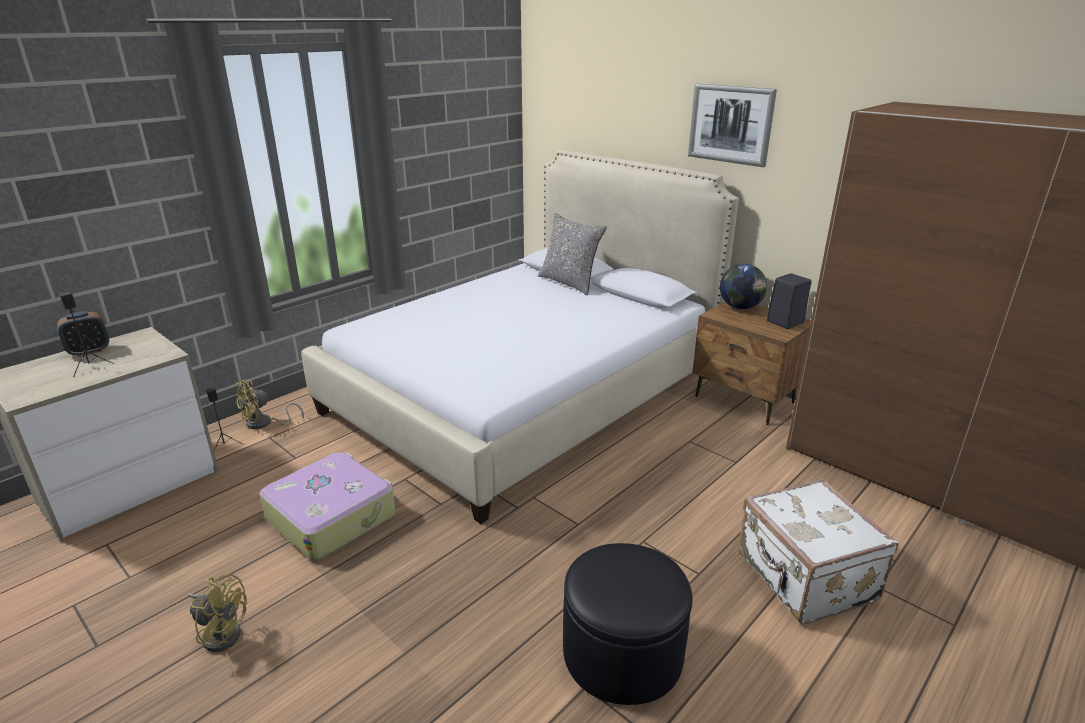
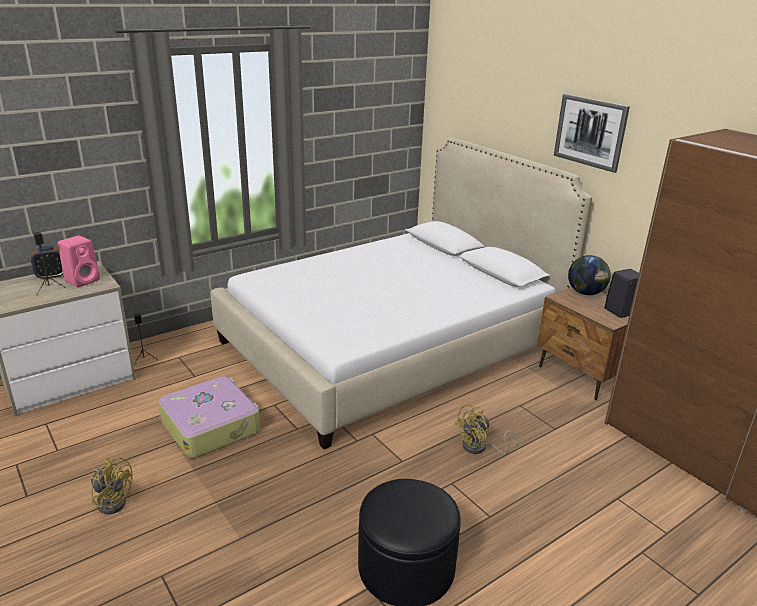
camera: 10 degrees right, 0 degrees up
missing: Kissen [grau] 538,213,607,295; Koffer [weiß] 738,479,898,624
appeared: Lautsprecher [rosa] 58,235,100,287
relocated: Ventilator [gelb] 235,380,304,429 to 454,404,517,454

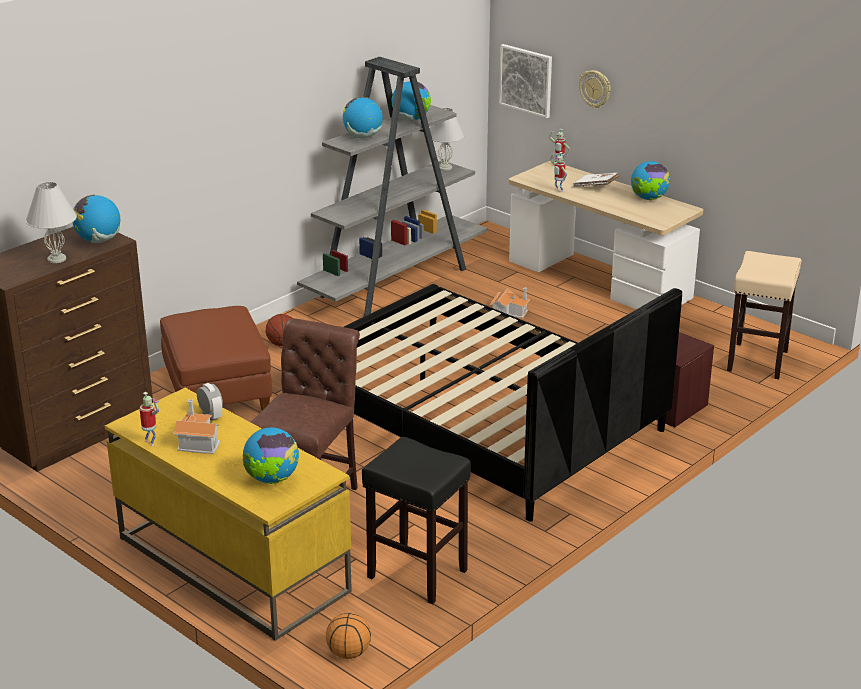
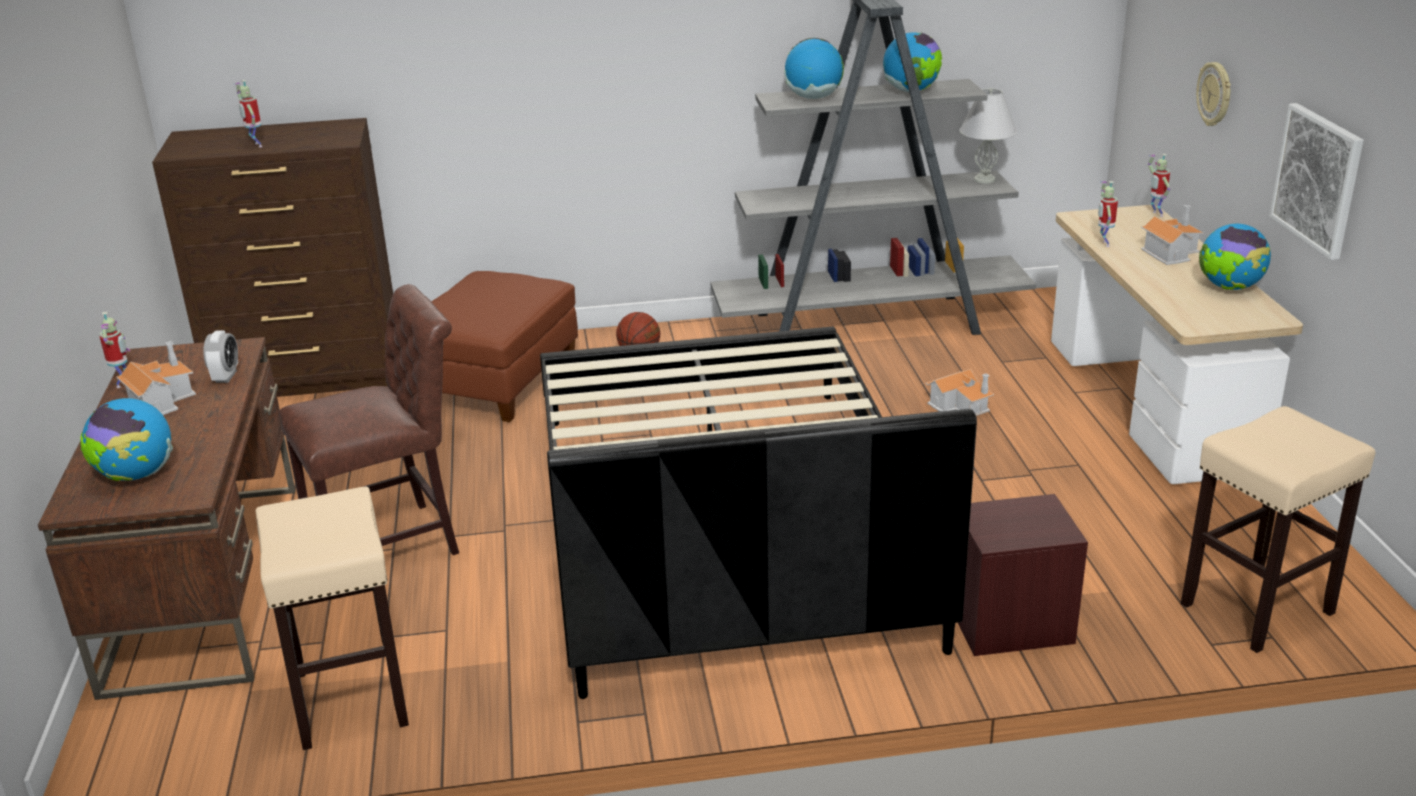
camera: 40 degrees right, 0 degrees up
missing: Globus 73,195,120,243; Basketball 326,613,371,659
relocated: Bild 499,44,552,118 to 1269,103,1363,260
exchanged: Tischlampe [weiß] 26,182,77,263 to Spielzeugroboter 235,80,262,147; Buch [weiß] 573,173,619,187 to Spielzeughaus 1141,205,1204,265
colour: Schreibtisch [gelb] 105,388,352,641 to Schreibtisch [braun] 38,337,295,700; Hocker [schwarz] 362,437,471,605 to Hocker [beige] 256,487,409,750

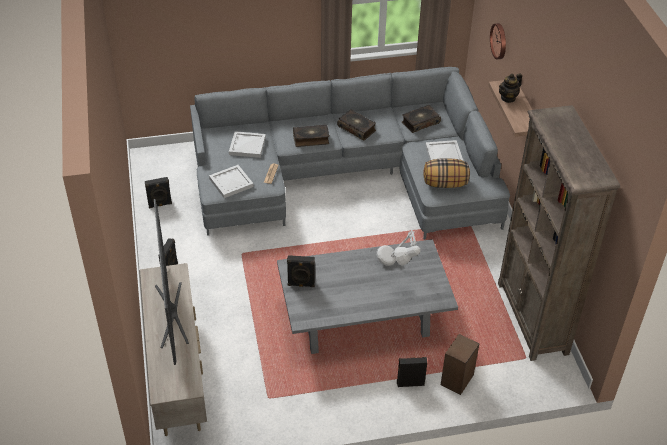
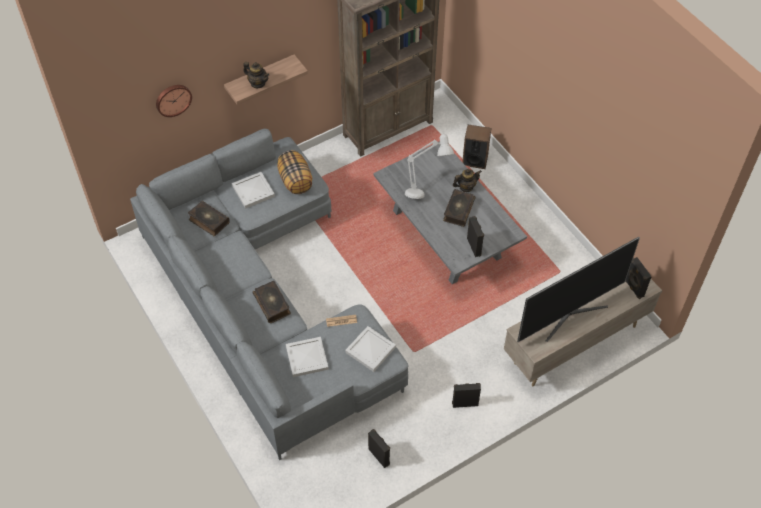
camera: 110 degrees left, 10 degrees up
appeared: Teekanne 453,169,482,192
relocated: Buch 337,110,376,140 to 443,189,476,227; Lautsprecher [schwarz] 397,357,427,387 to 626,257,652,299

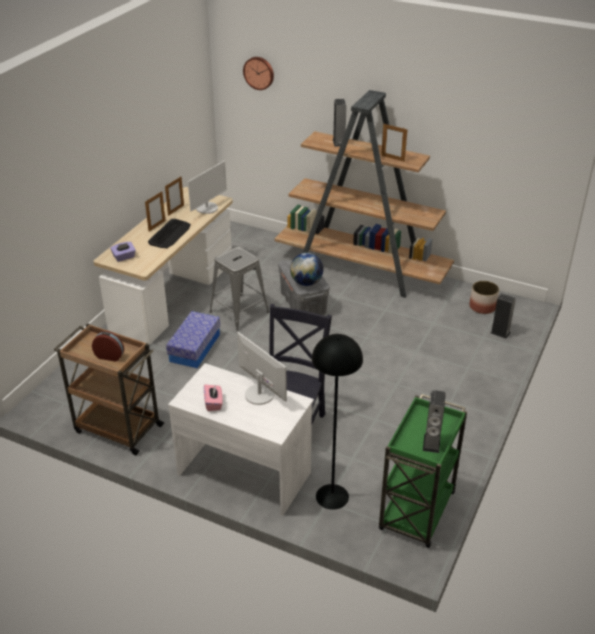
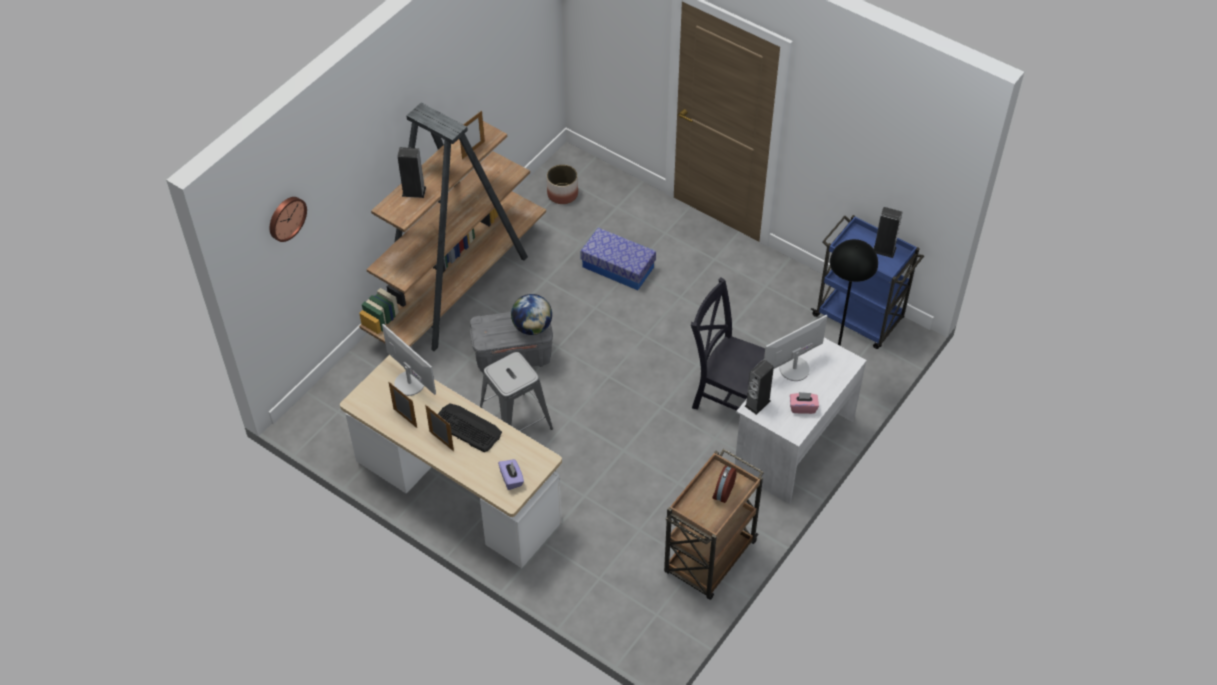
camera: 80 degrees left, 15 degrees up
relocated: Aufbewahrungsbox 166,311,220,368 to 580,228,656,290; Lautsprecher 491,293,516,339 to 745,359,774,415
colour: Rollwagen [grün] 379,394,467,548 to Rollwagen [blau] 811,215,924,349

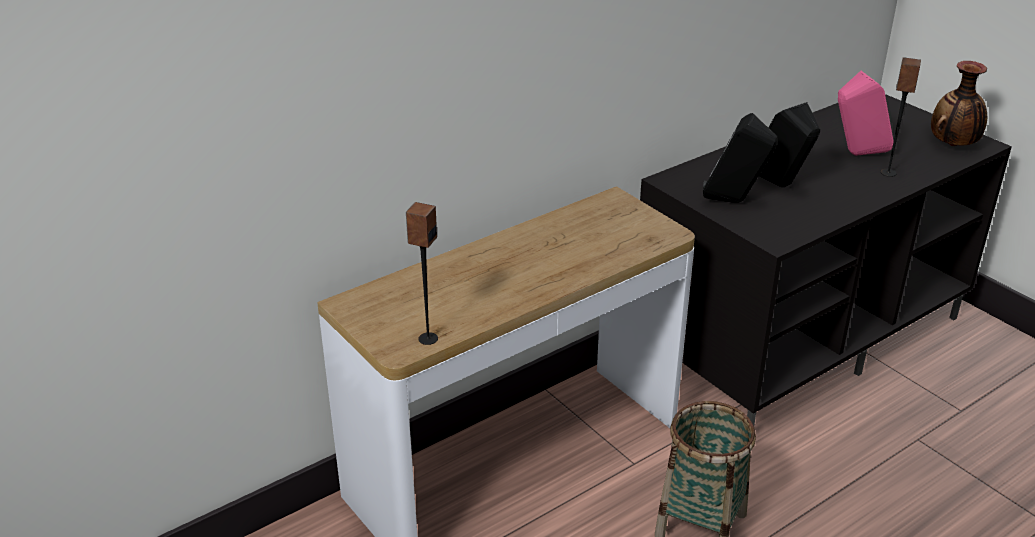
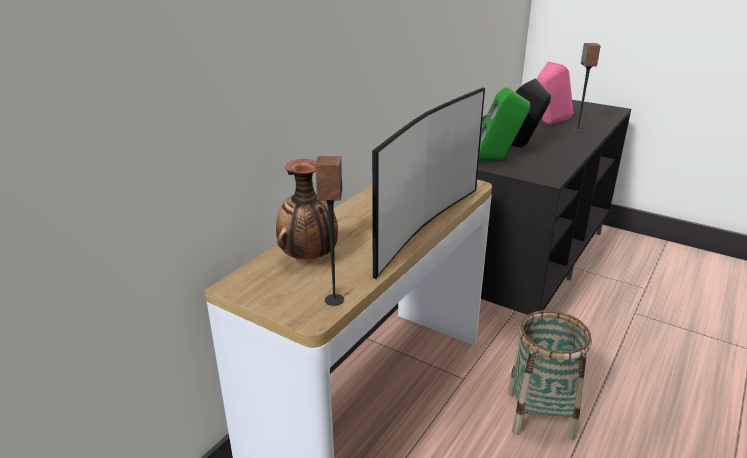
camera: 20 degrees left, 5 degrees down
appeared: Fernseher 372,88,485,279
relocated: Vase 931,61,987,146 to 276,159,338,259
colour: Lautsprecher [schwarz] 703,113,777,203 to Lautsprecher [grün] 479,87,530,161

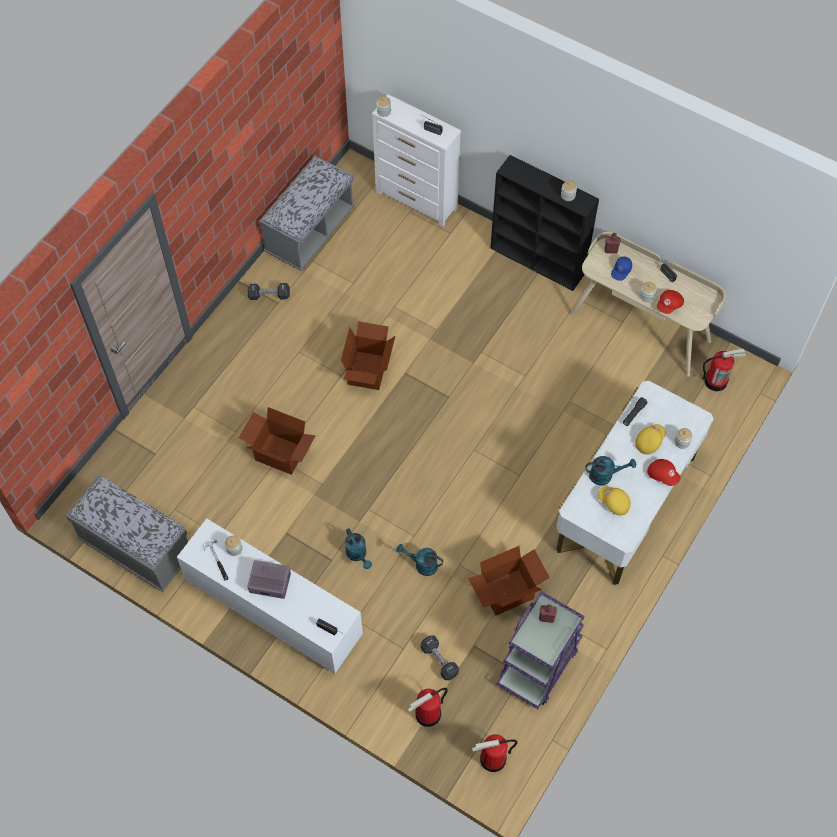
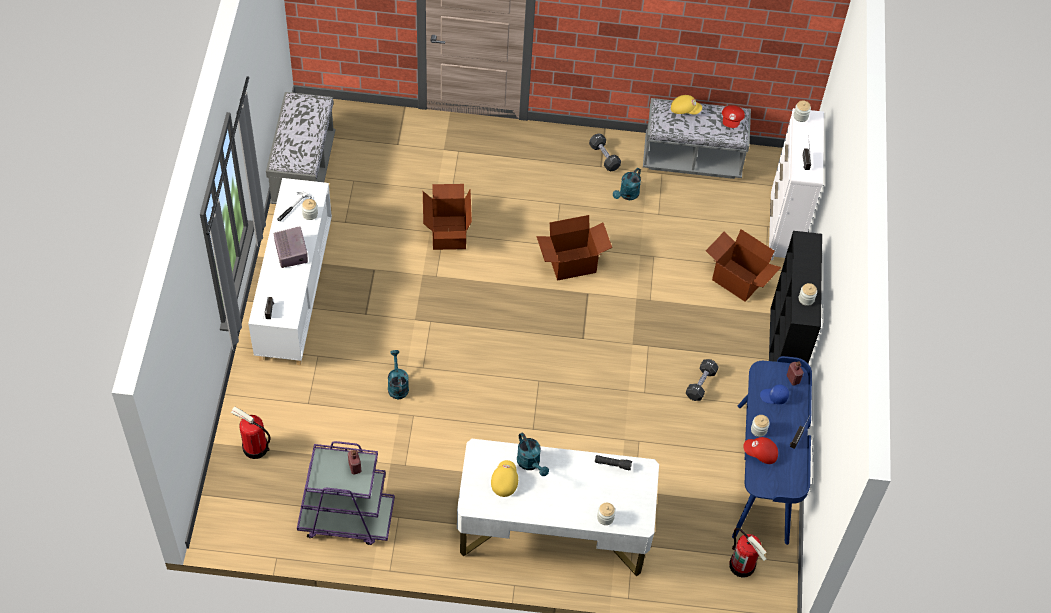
camera: 60 degrees right, 5 degrees down
missing: Feuerlöscher 472,734,518,772
relocated: Gießkanne [türkis] 345,528,372,569 to 613,168,641,200; Hantel [schwarz] 421,636,459,680 to 686,359,719,401; Karton 468,546,550,615 to 706,229,781,301; Kappe [gelb] 635,424,666,455 to 671,95,702,115; Kappe [rot] 647,459,680,486 to 722,106,745,128
colour: Schreibtisch [beige] 570,232,726,377 to Schreibtisch [blau] 732,356,812,545

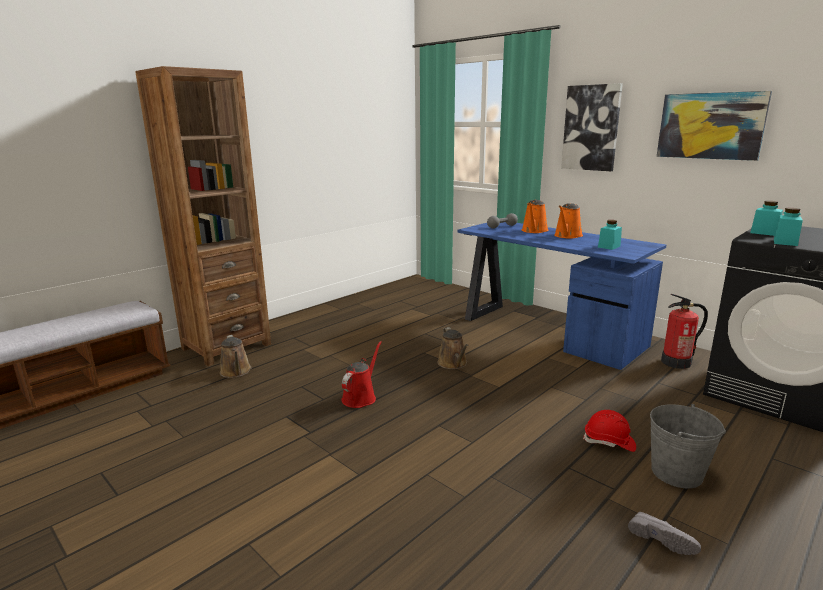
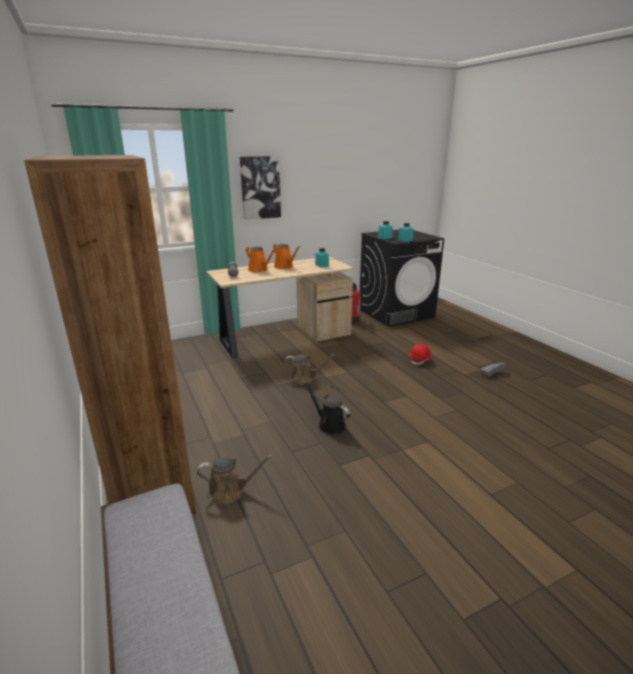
camera: 70 degrees left, 5 degrees up
missing: Eimer [grau] 650,404,726,488; Bild 657,91,772,161
colour: Gießkanne [rot] 341,341,382,408 to Gießkanne [schwarz] 305,382,350,434; Schreibtisch [blau] 458,222,666,370 to Schreibtisch [beige] 206,257,354,357

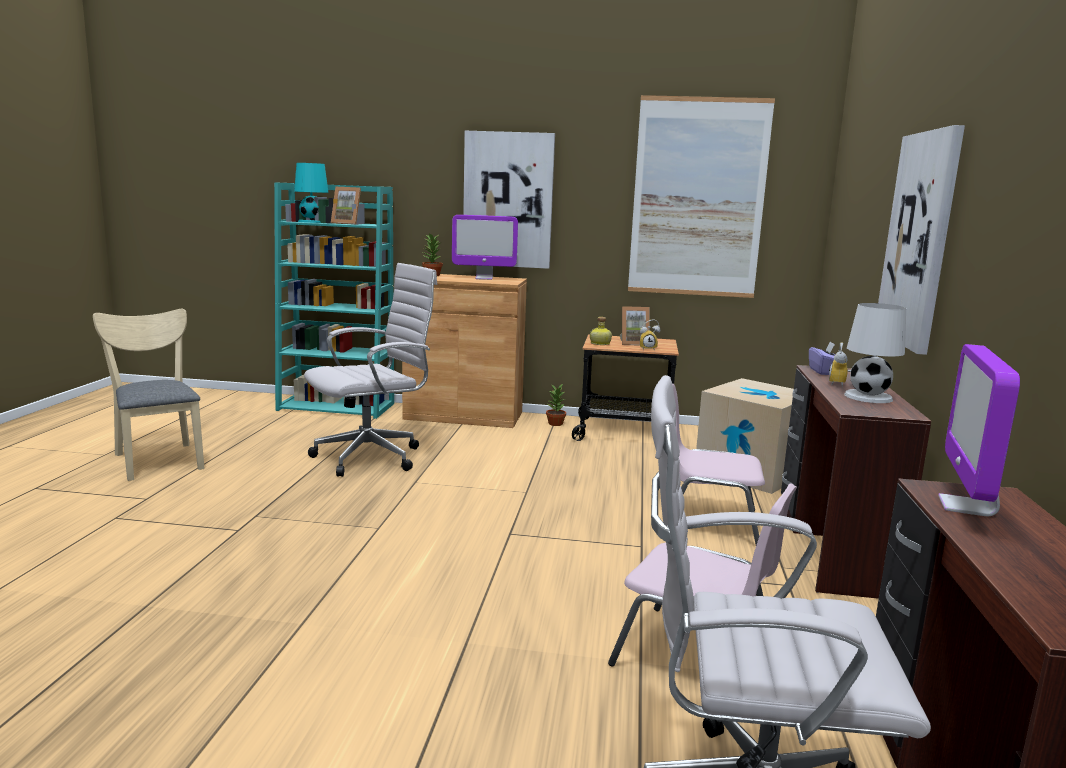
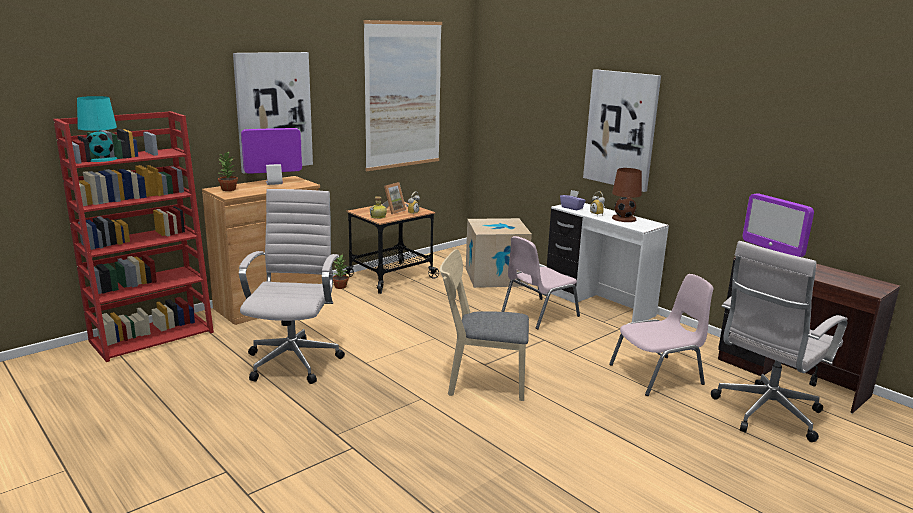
camera: 50 degrees left, 5 degrees up
missing: Bilderrahmen 331,187,361,225
relocated: Stuhl [beige] 93,309,205,481 to 440,249,529,401
colour: Bücherregal [türkis] 274,182,394,419 to Bücherregal [rot] 53,111,214,362; Schreibtisch [braun] 781,365,931,599 to Schreibtisch [weiß] 547,203,669,322; Tischlampe [weiß] 844,303,906,403 to Tischlampe [braun] 612,168,642,222
spun: Monitor 452,215,518,280 = 241,128,302,185 150 degrees counterclockwise

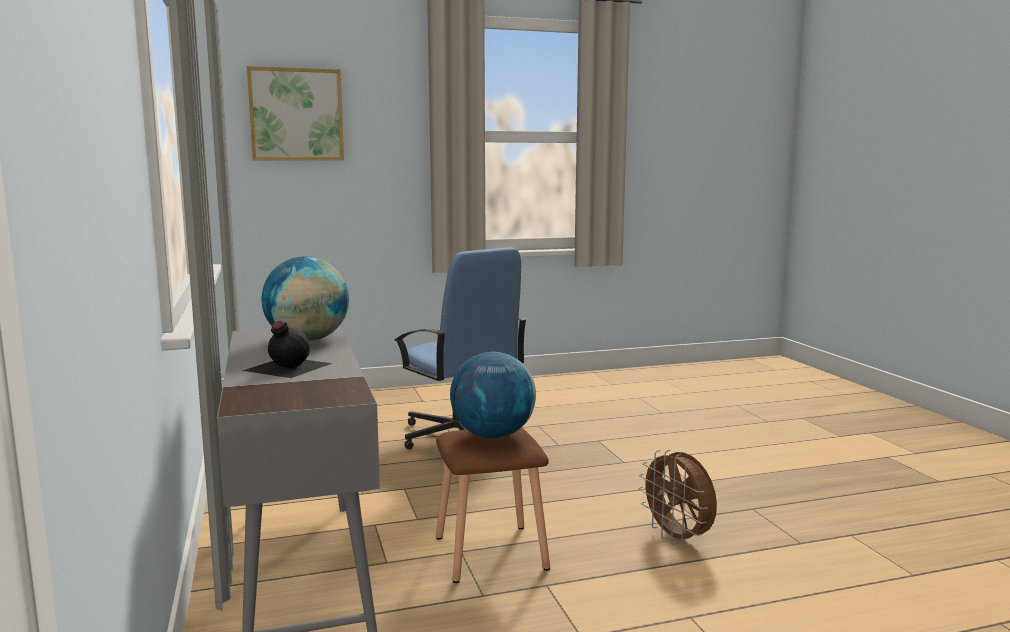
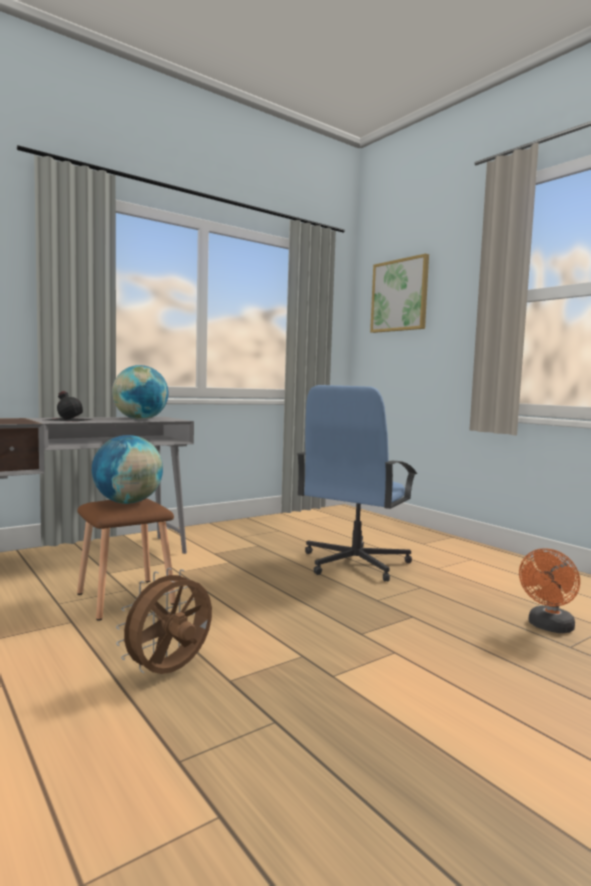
camera: 70 degrees right, 5 degrees down
appeared: Ventilator [orange] 519,548,580,633

